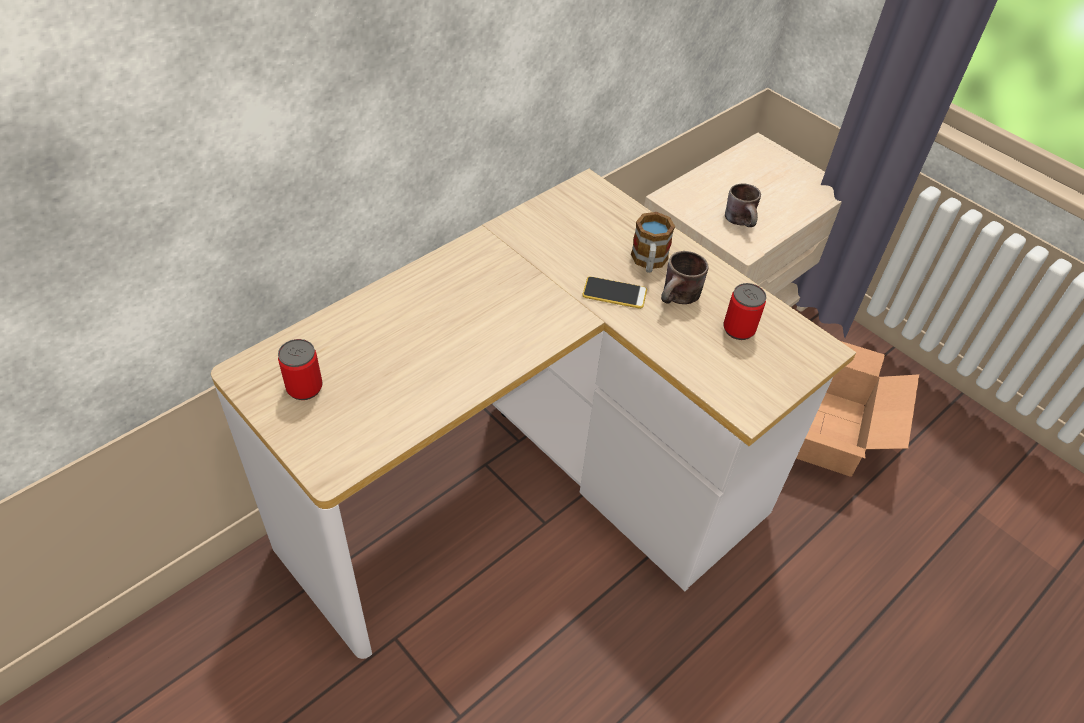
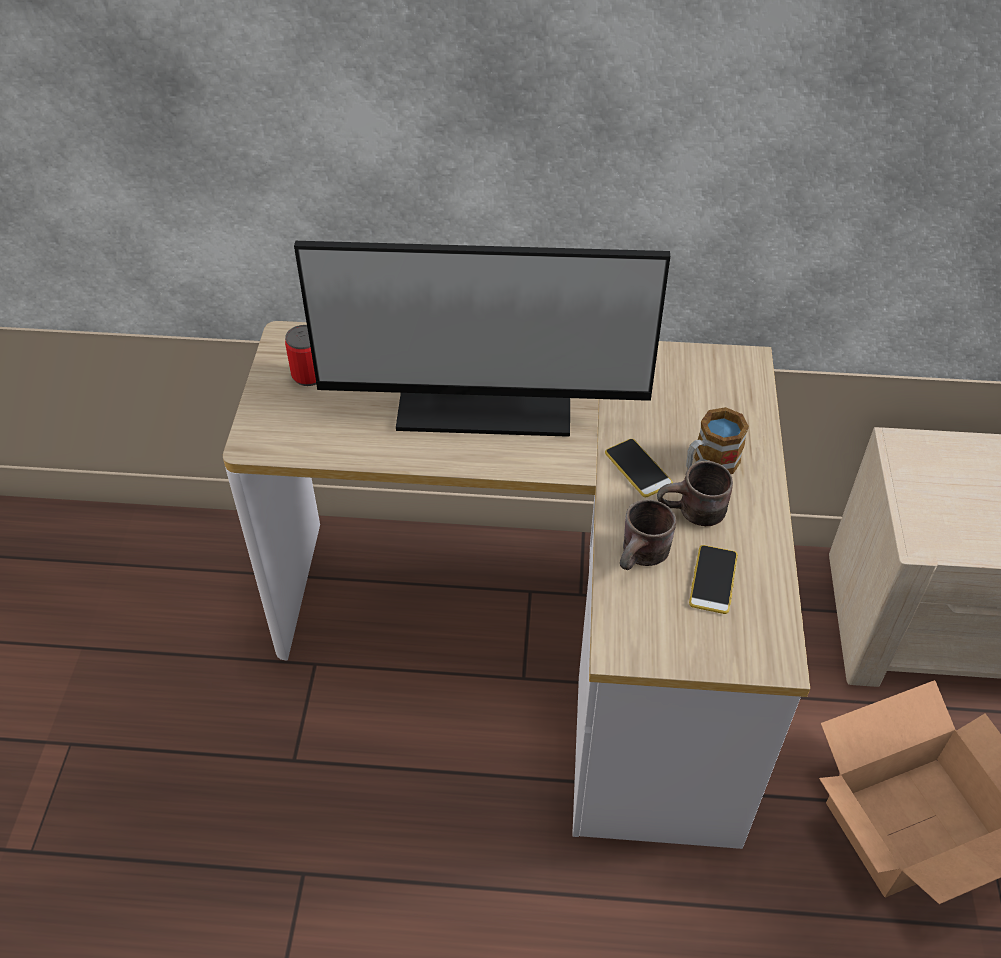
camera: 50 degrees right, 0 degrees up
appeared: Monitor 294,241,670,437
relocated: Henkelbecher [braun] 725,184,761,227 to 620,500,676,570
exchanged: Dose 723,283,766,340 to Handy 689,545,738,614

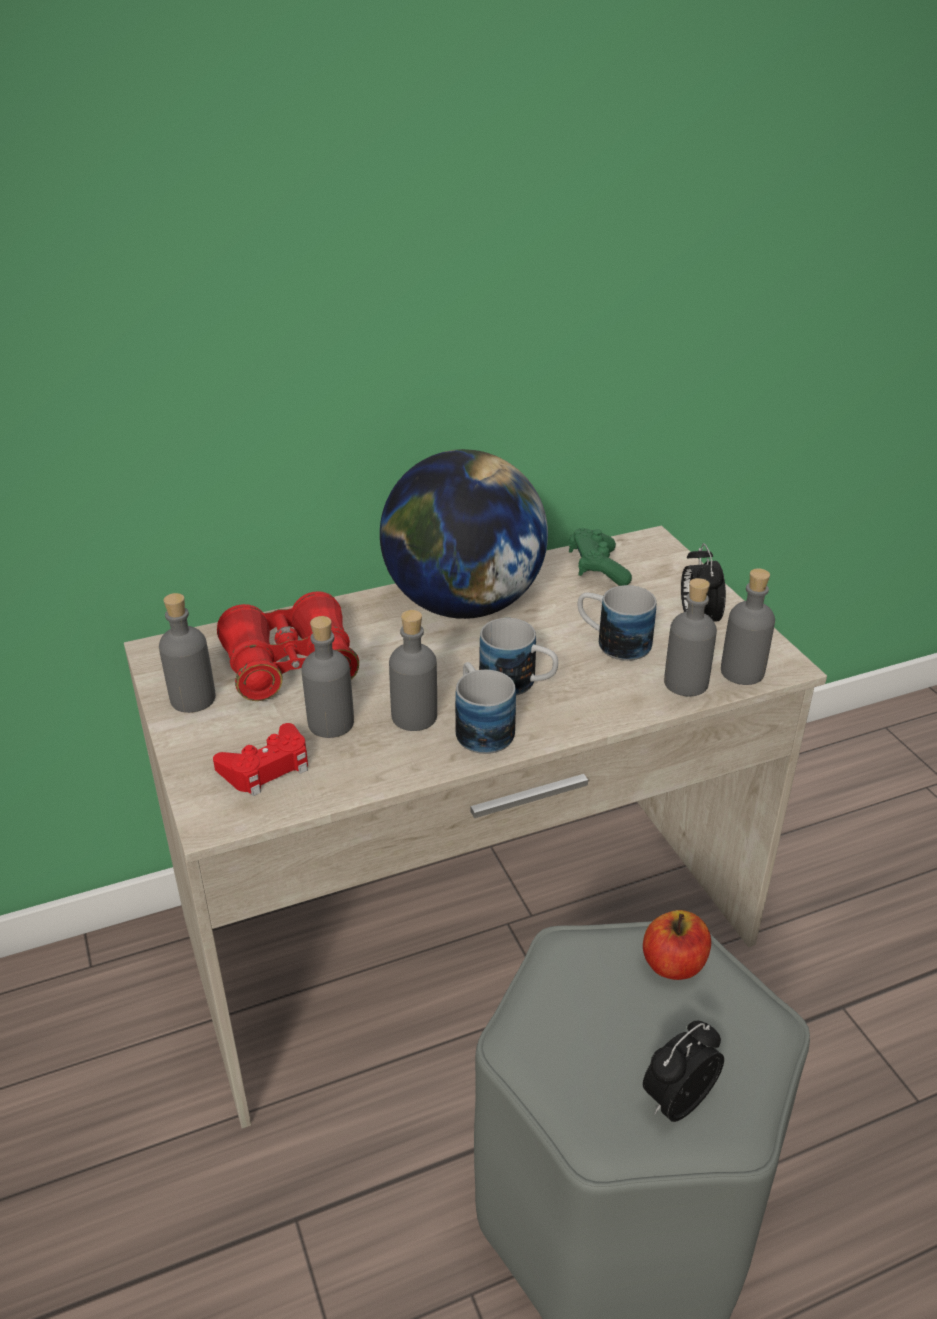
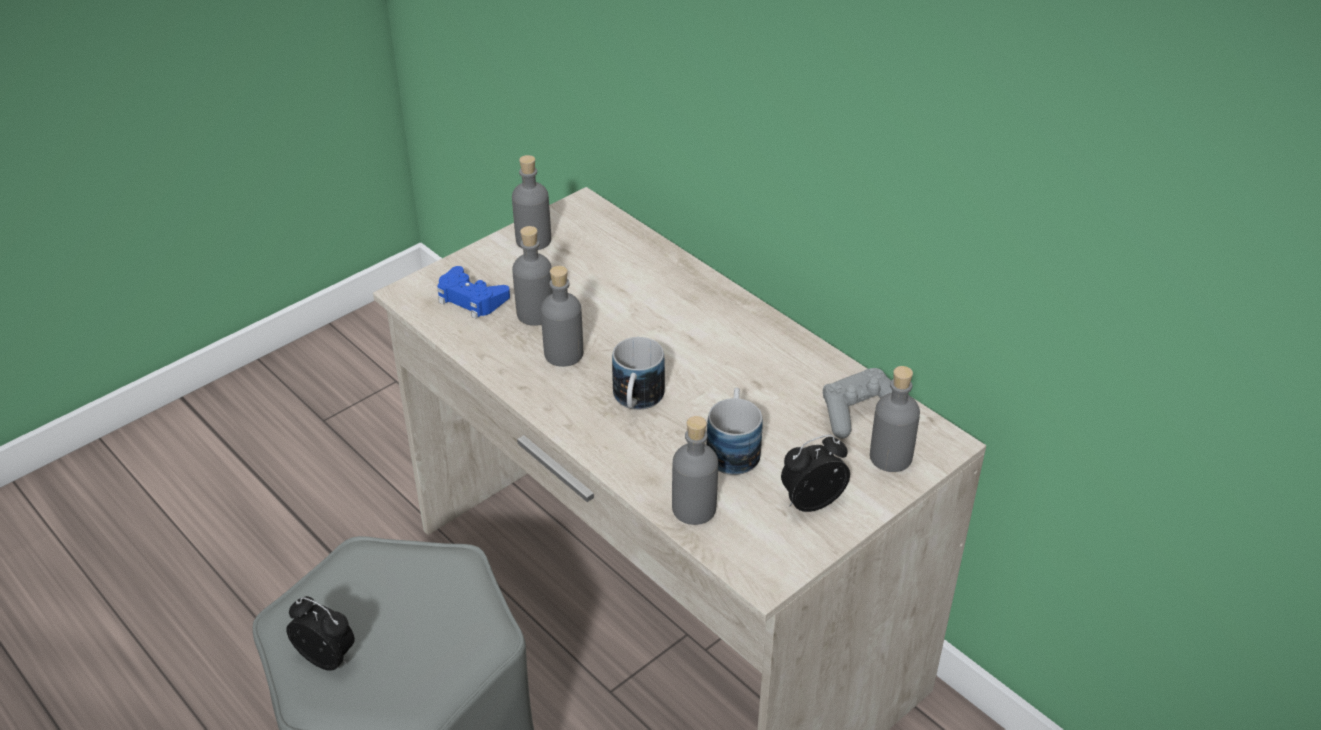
camera: 70 degrees right, 5 degrees up
missing: Fernglas [rot] 217,591,359,701; Globus 380,449,548,619; Henkelbecher 455,662,516,754; Apfel 643,910,711,980
relocated: Flasche [grau] 721,568,775,685 to 870,366,920,472
colour: Gamepad [rot] 213,723,308,796 to Gamepad [blau] 437,266,510,319; Gamepad [grün] 569,528,632,586 to Gamepad [grau] 823,368,892,439

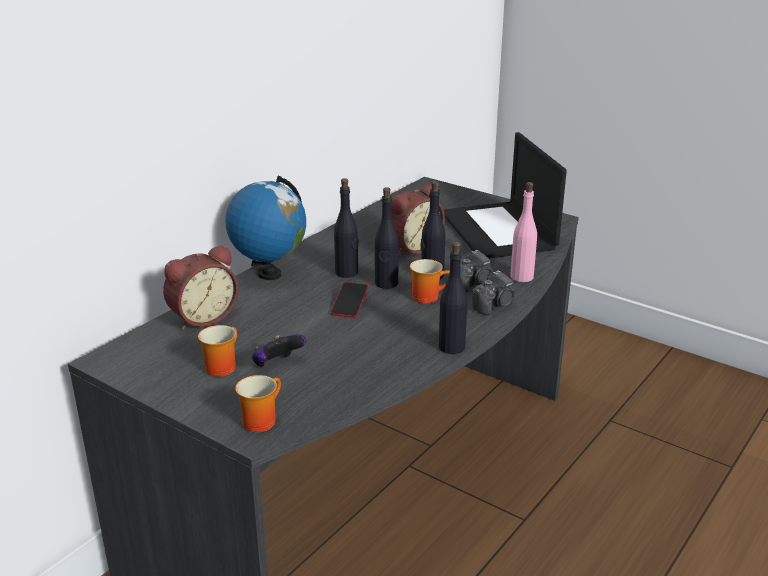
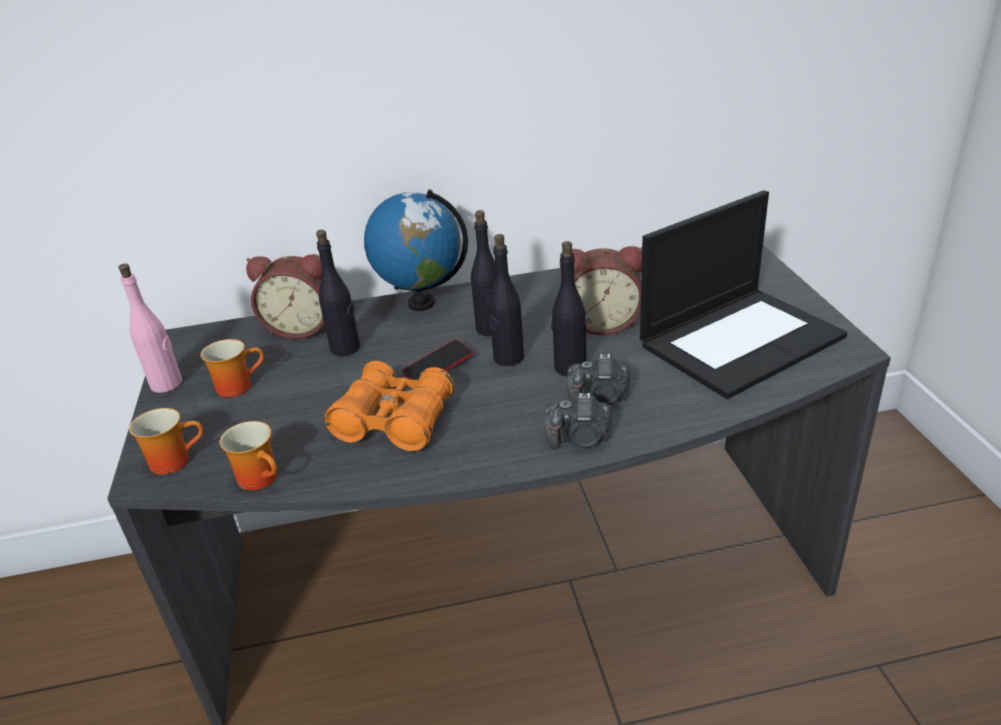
camera: 45 degrees right, 5 degrees up
missing: Gamepad 252,335,306,367
appeared: Fernglas [orange] 324,361,455,451
relocated: Henkelbecher 410,259,450,303 to 220,421,277,490; Flasche [schwarz] 439,242,468,354 to 316,230,360,356; Flasche [rosa] 510,182,537,282 to 118,264,182,393
spun: Laptop 443,132,567,258 = 640,190,847,399 150 degrees counterclockwise

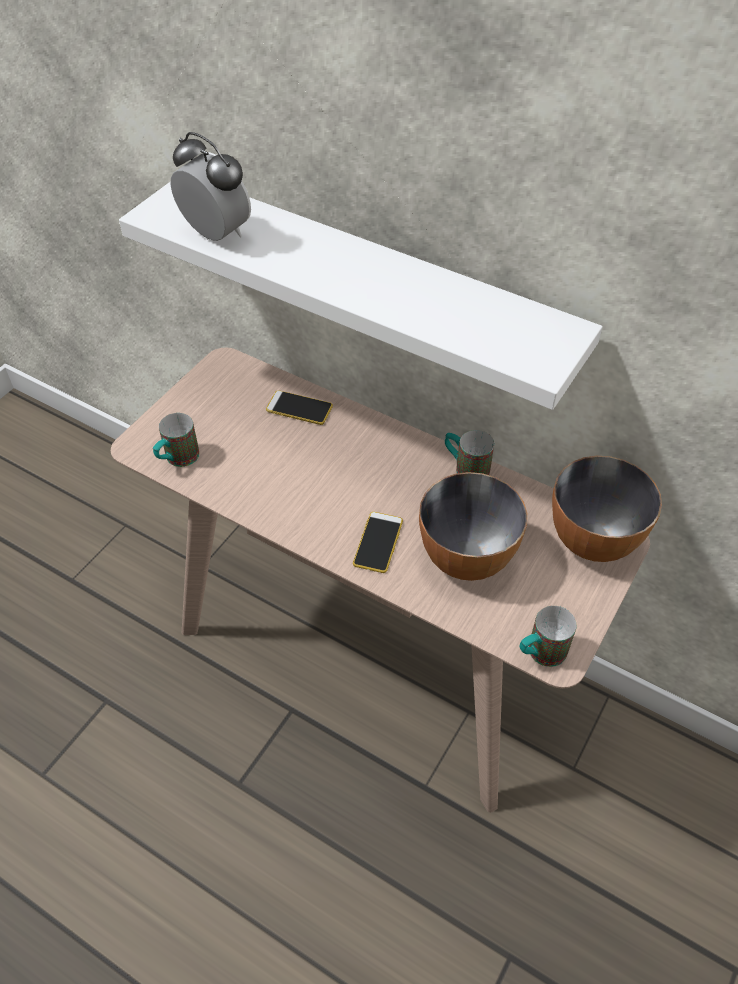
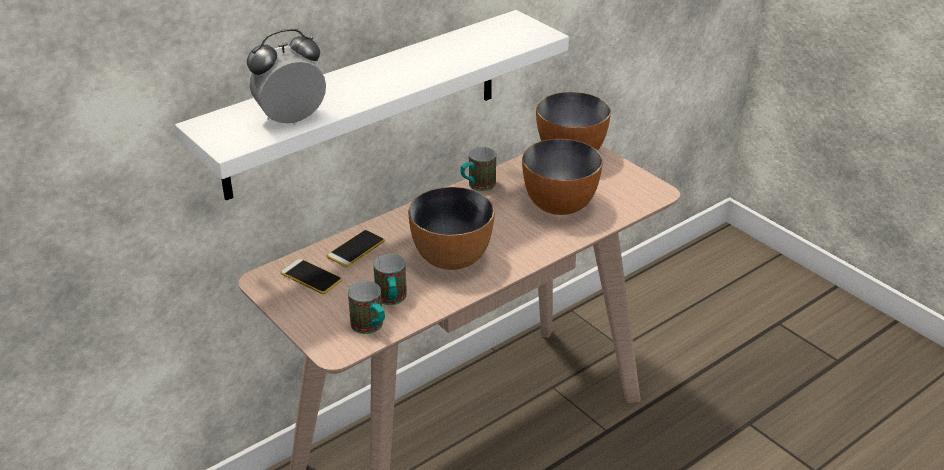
camera: 70 degrees left, 15 degrees down
appeared: Schüssel 408,187,495,270
relocated: Handy 353,512,403,573 to 280,258,342,294; Henkelbecher 520,606,577,667 to 373,254,407,305

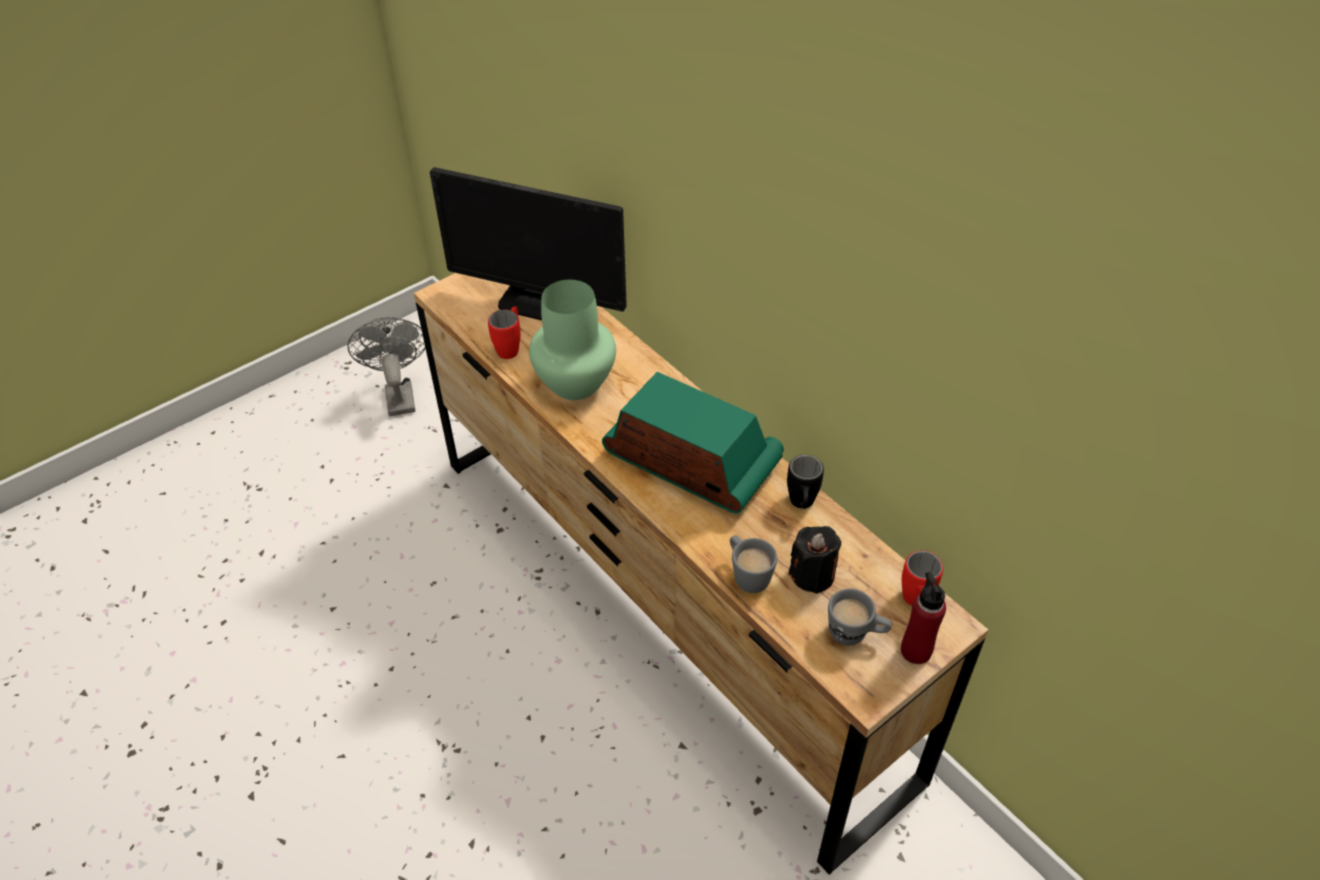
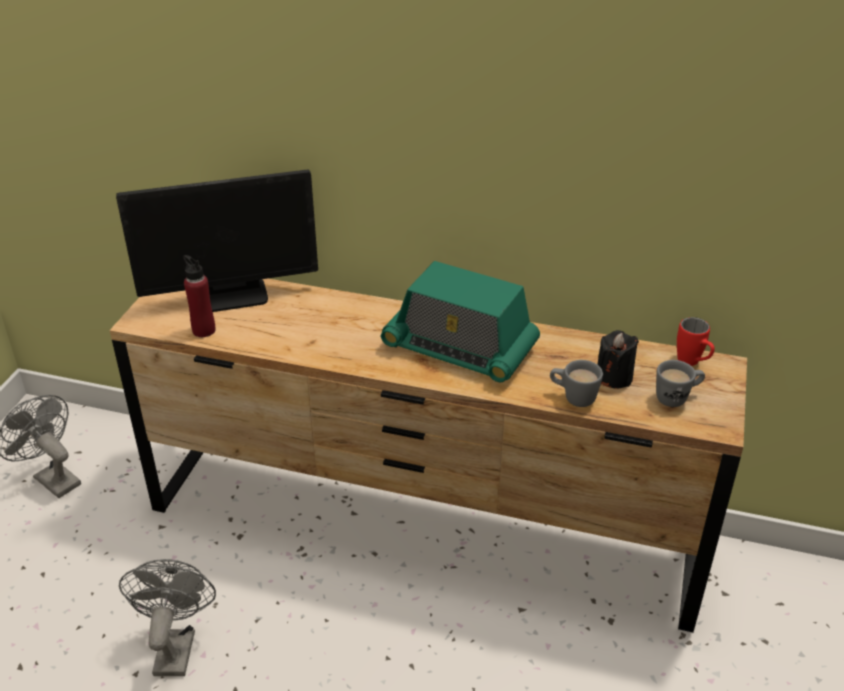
camera: 35 degrees left, 10 degrees down
missing: Henkelbecher [rot] 488,306,521,359; Vase [grün] 529,280,616,400; Henkelbecher [schwarz] 787,455,824,509
appeared: Ventilator [grau] 119,559,216,676
relocated: Flasche [rot] 901,572,946,664 to 183,255,215,337
spun: Radio 602,372,784,513 = 381,261,540,382 150 degrees counterclockwise

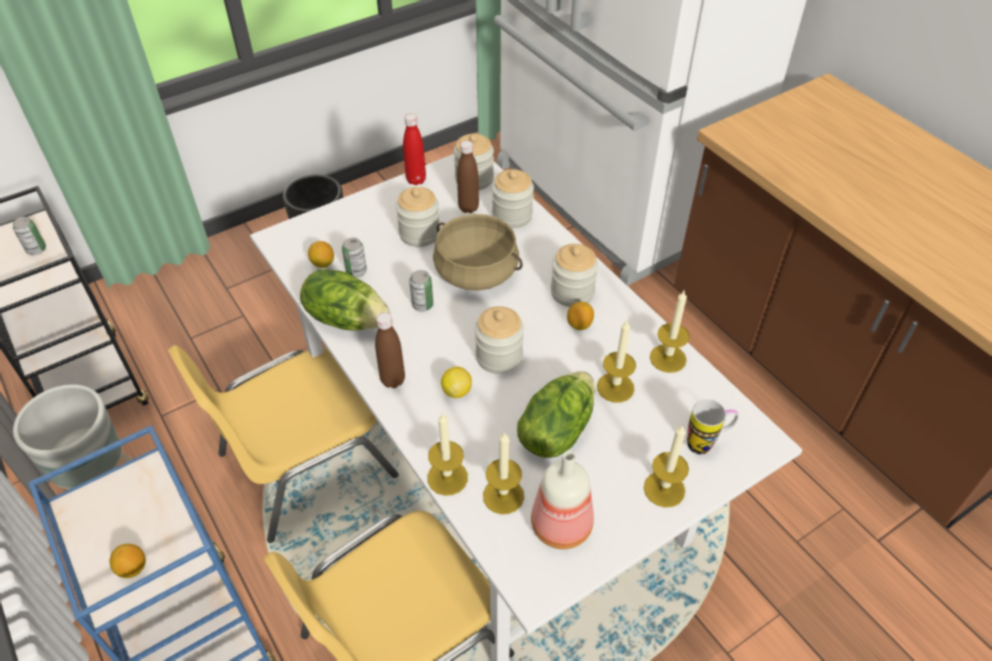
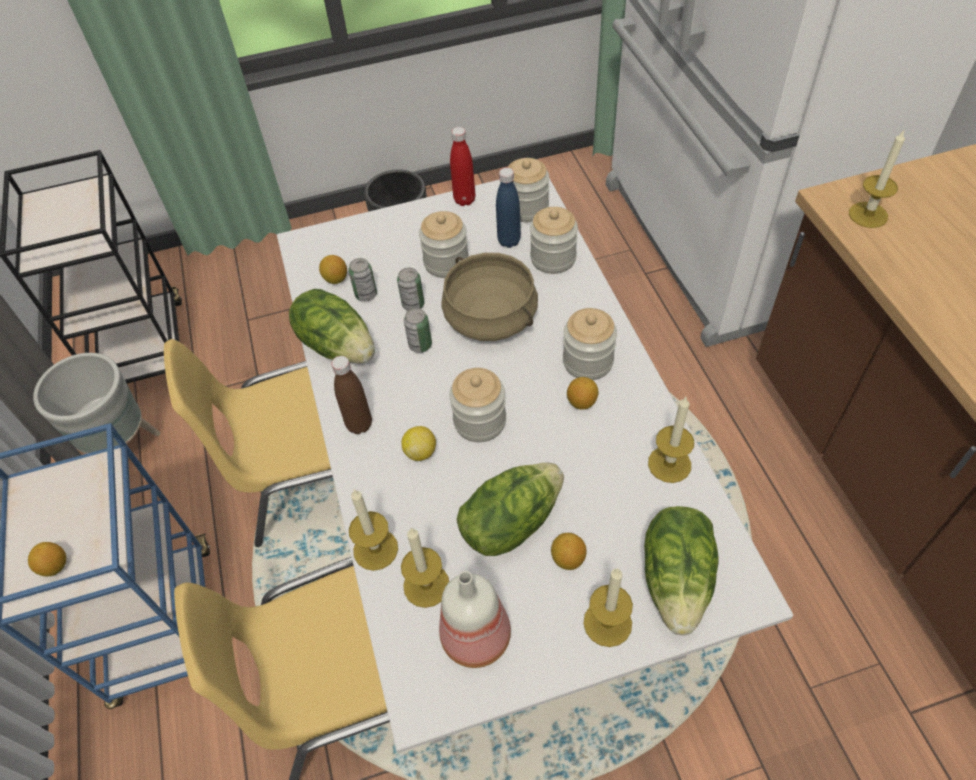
camera: 20 degrees right, 5 degrees up
appeared: Zitrone 551,533,587,570
relocated: Dose 13,217,46,255 to 397,268,424,311; Kerze 597,321,636,403 to 849,130,905,228
exchanged: Henkelbecher 687,399,739,455 to Salatkopf 644,506,719,635
colour: Flasche [braun] 457,141,479,213 to Flasche [blau] 496,168,521,248

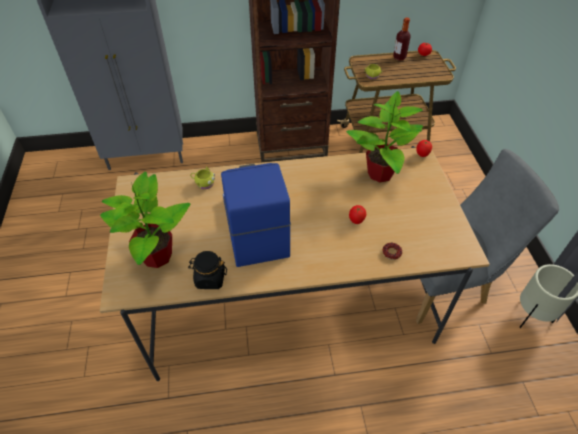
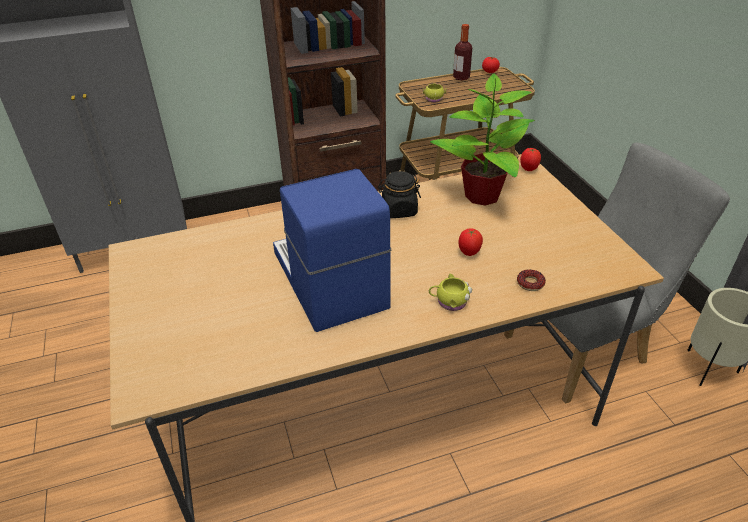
camera: 10 degrees left, 10 degrees down
missing: Topfpflanze 100,172,190,268
relocated: Vorratsglas [schwarz] 188,251,227,289 to 378,171,421,218; Henkelbecher [gelb] 190,167,215,189 to 429,273,472,311

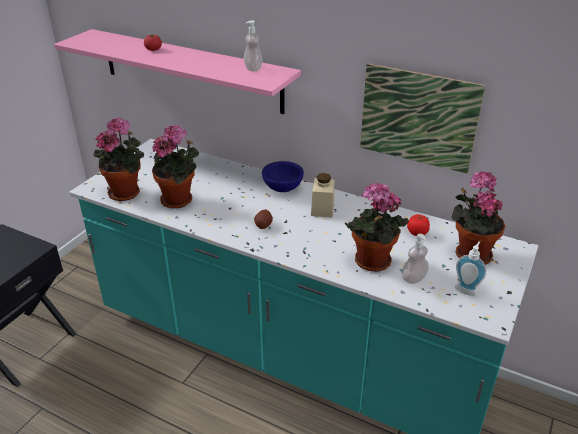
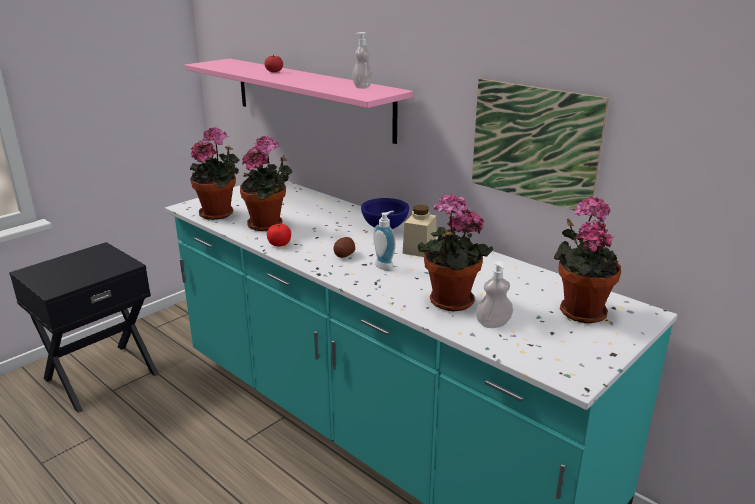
camera: 15 degrees right, 10 degrees down
relocated: Tomate 407,214,430,236 to 267,224,291,246; Seifenspender 455,241,486,296 to 373,211,396,271

